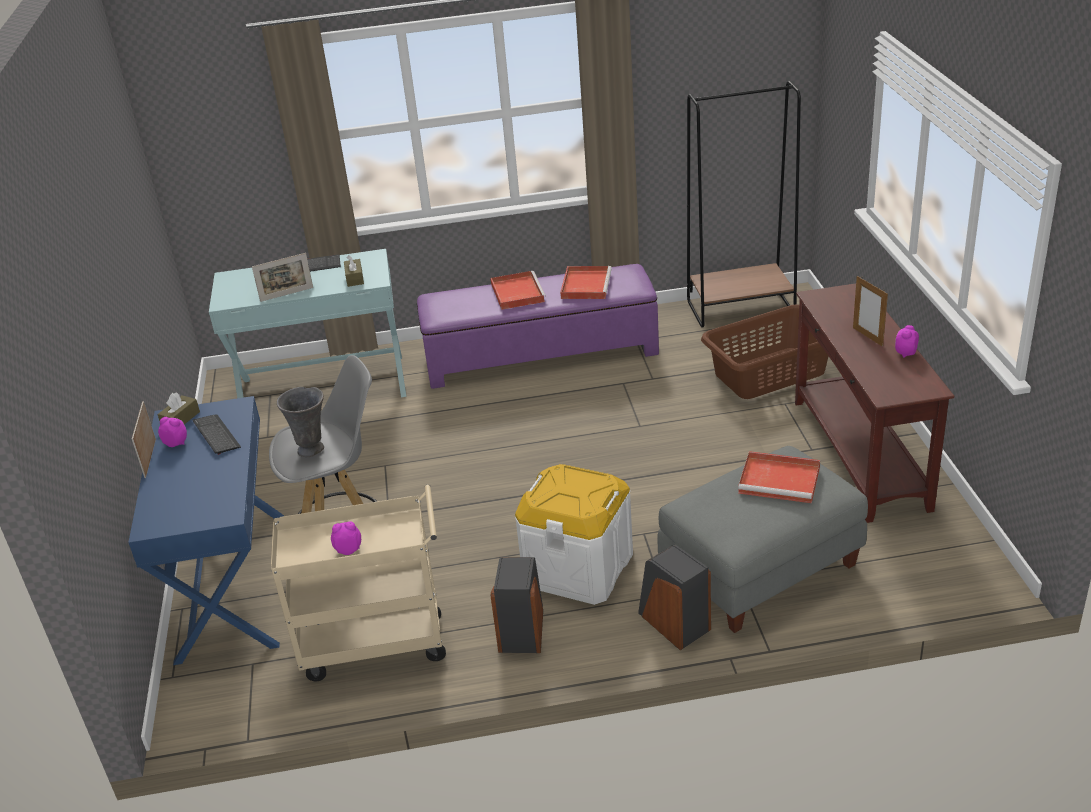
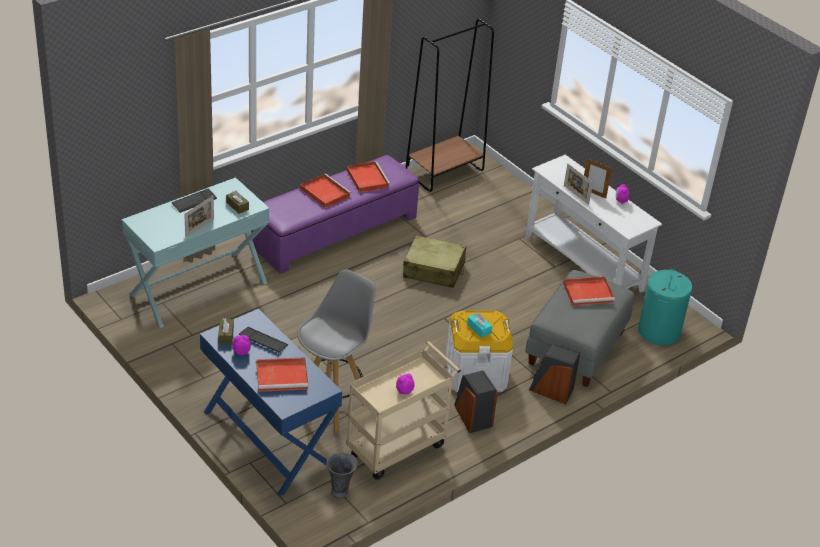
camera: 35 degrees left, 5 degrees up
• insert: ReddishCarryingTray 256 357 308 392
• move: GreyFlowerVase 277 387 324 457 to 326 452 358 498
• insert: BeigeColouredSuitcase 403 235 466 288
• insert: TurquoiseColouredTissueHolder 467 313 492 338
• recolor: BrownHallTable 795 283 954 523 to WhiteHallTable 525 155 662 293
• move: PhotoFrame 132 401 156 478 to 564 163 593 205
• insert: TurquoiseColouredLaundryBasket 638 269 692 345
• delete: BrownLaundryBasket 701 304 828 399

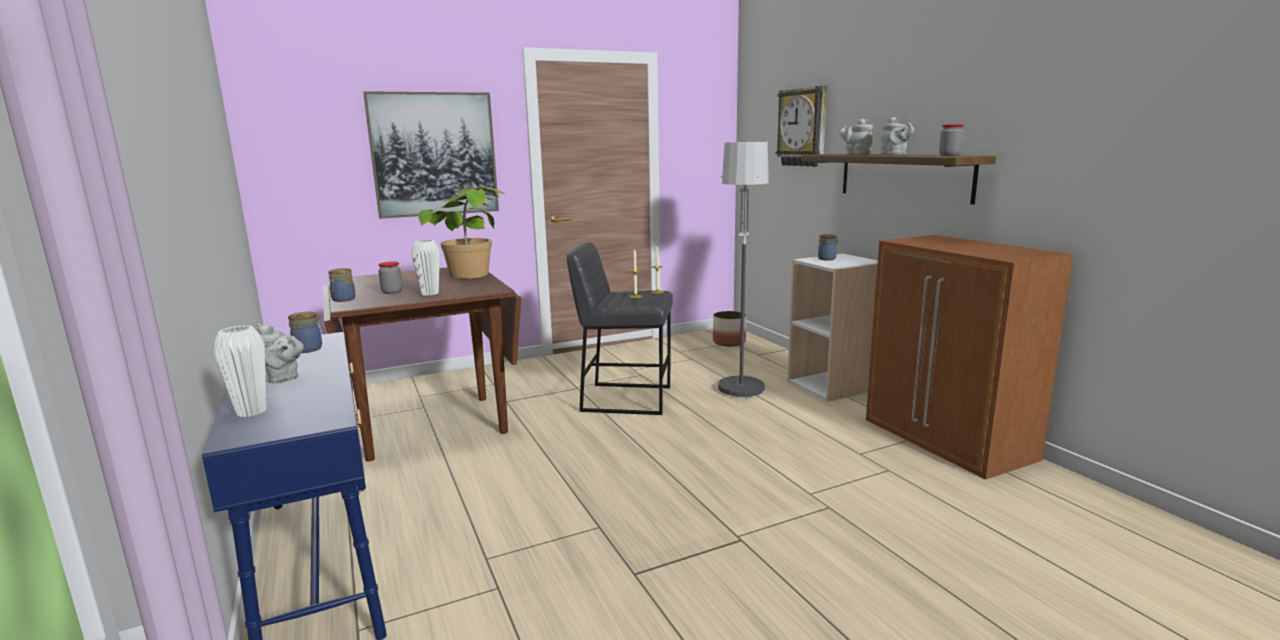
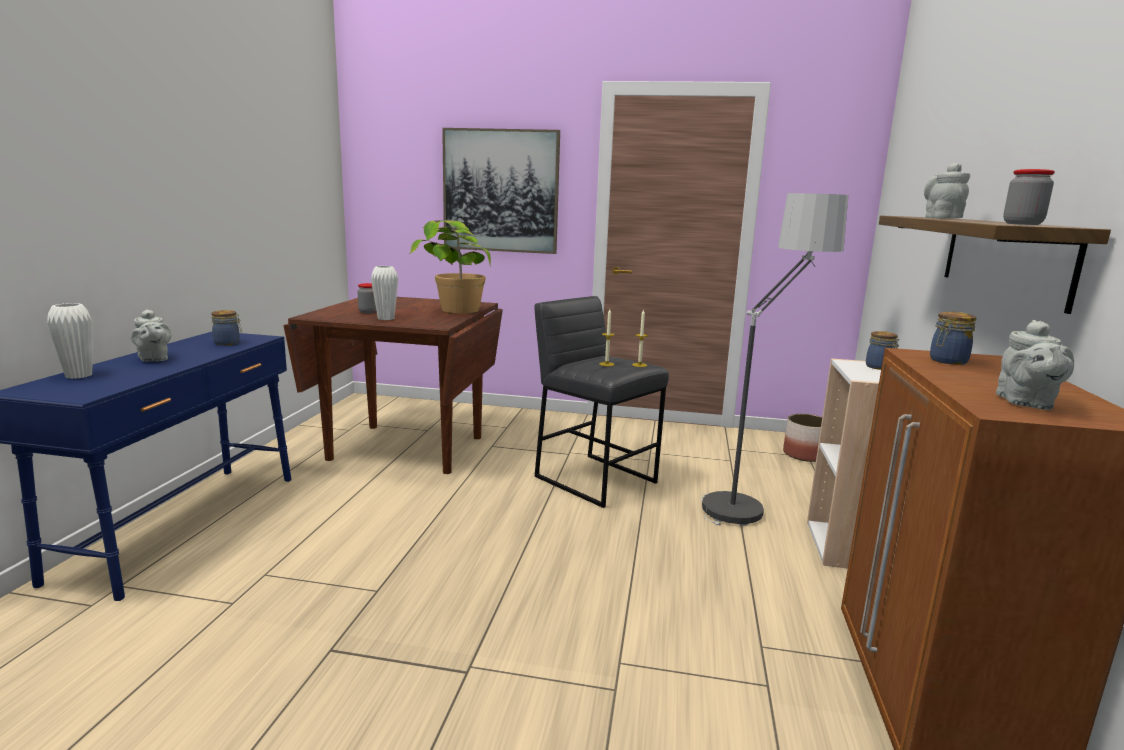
camera: 35 degrees right, 0 degrees up
• move: StorageJar 328 268 356 302 to 930 312 977 365
• move: GreyTeapot 880 117 914 155 to 996 320 1074 410
• delete: ClockOnTheWall 776 86 827 167

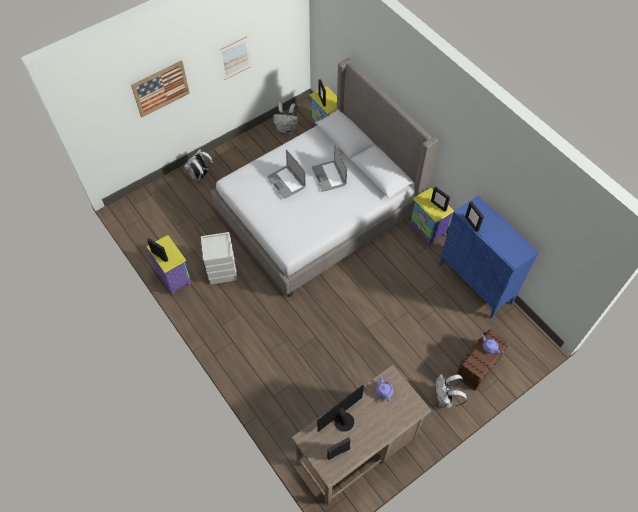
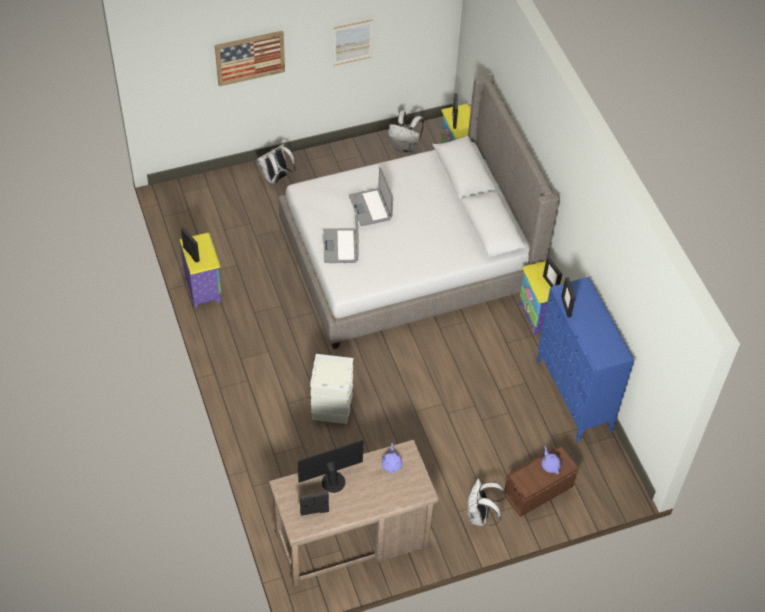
camera: 15 degrees right, 5 degrees down
• move: GreyStorageBox 201 232 237 284 to 310 354 353 424
• move: Laptop 312 145 347 192 to 323 208 359 263

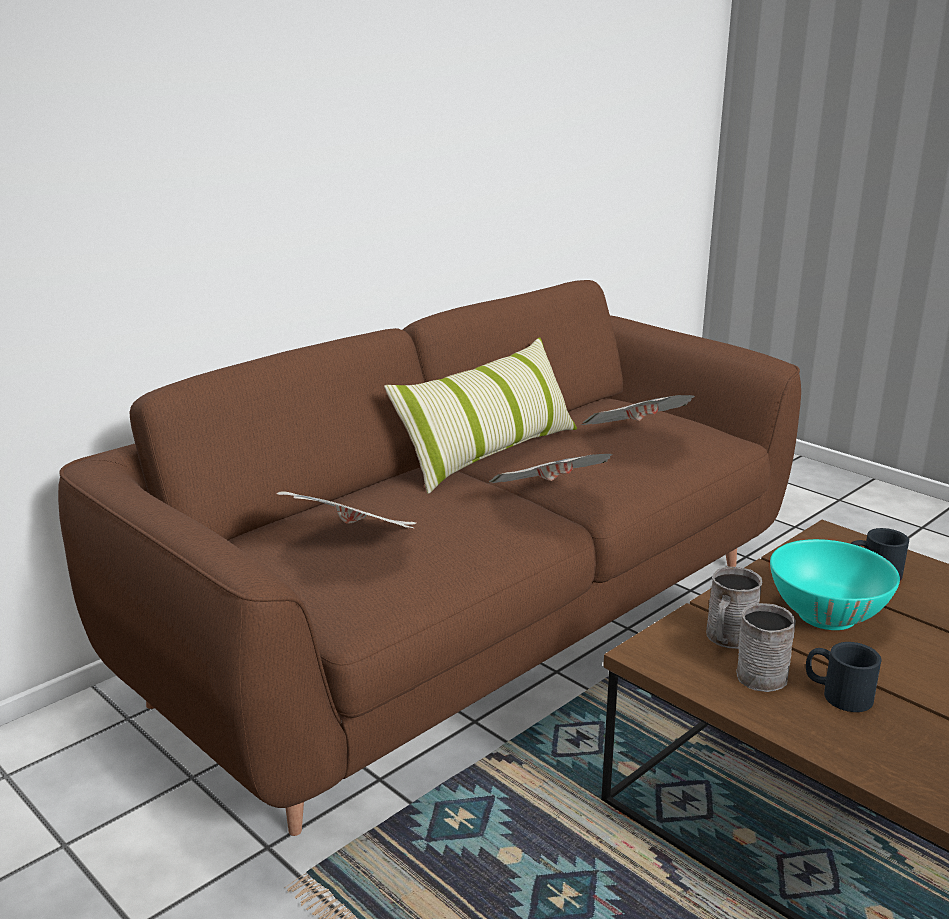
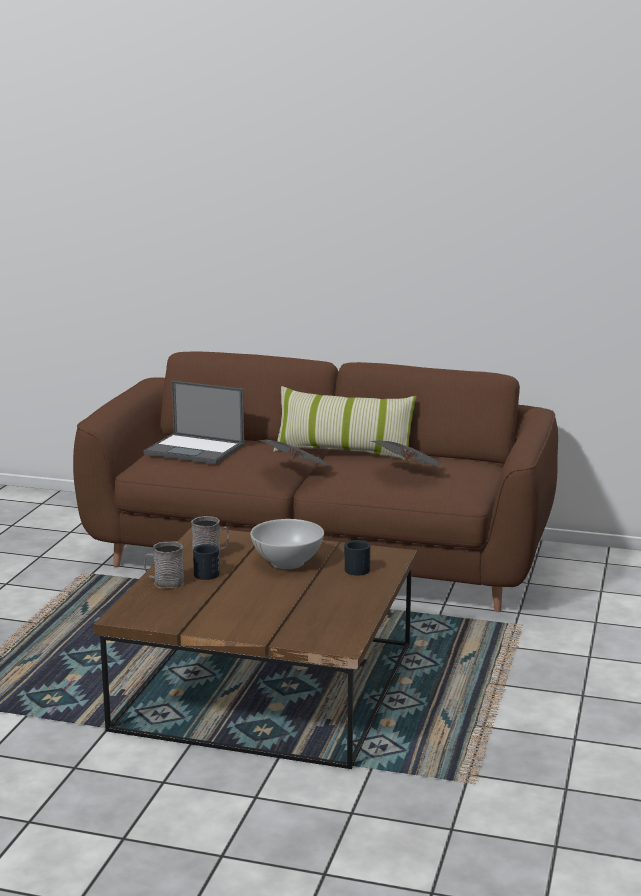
camera: 60 degrees right, 5 degrees down
• replace: PrintedPaper 277 491 416 528 to Laptop 144 381 244 464
• move: GreyCoffeeMug 706 567 762 649 to 144 541 184 589
• recolor: TurquoiseColouredServingBowl 770 539 900 630 to WhiteServingBowl 250 519 324 569

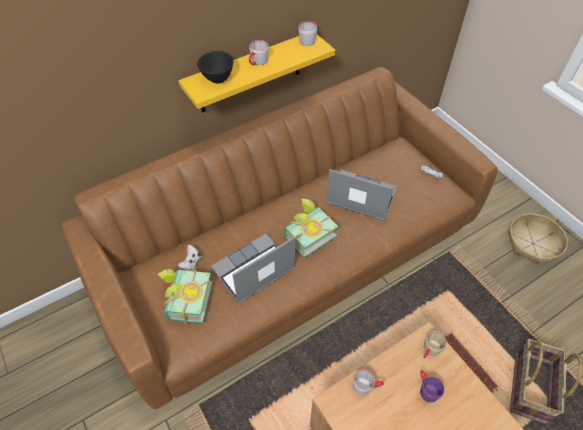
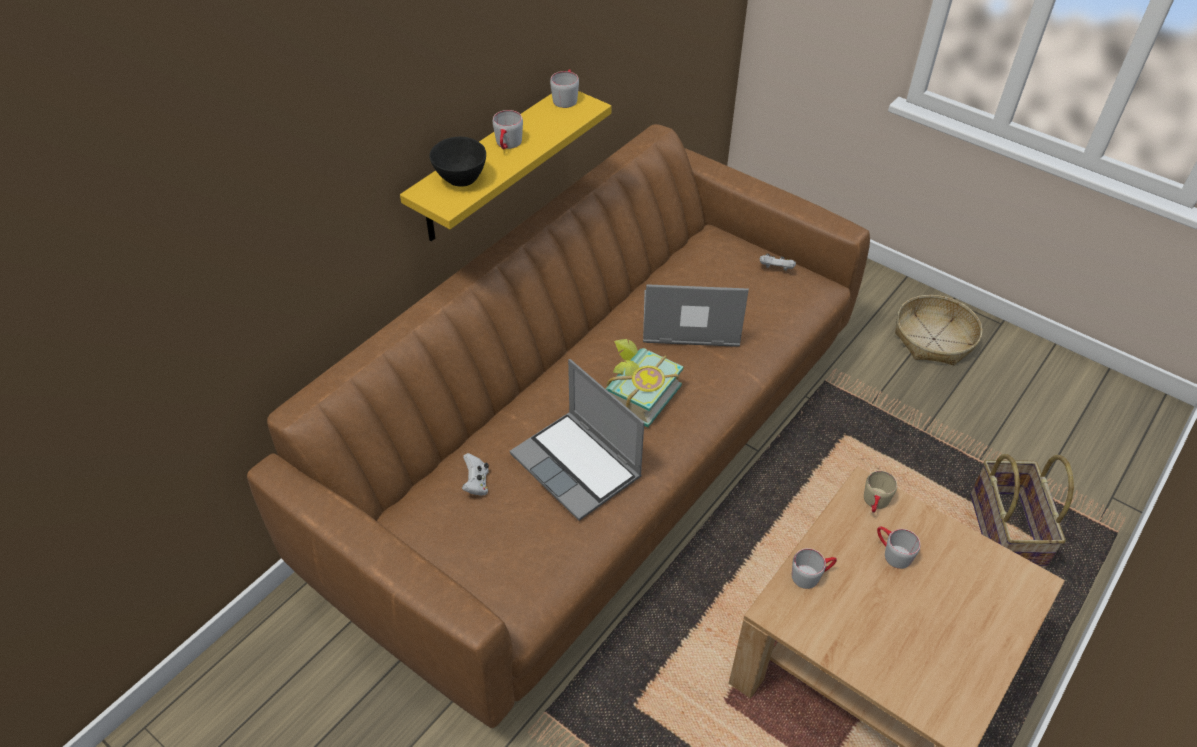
camera: 20 degrees left, 5 degrees down
• rotate: Laptop 211 234 295 304 = 510 359 644 521 75 degrees counterclockwise
• recolor: PurpleColouredCoffeeMug 420 370 444 403 to GreyCoffeeMug 877 526 920 569
• delete: BoundBook 158 269 213 324

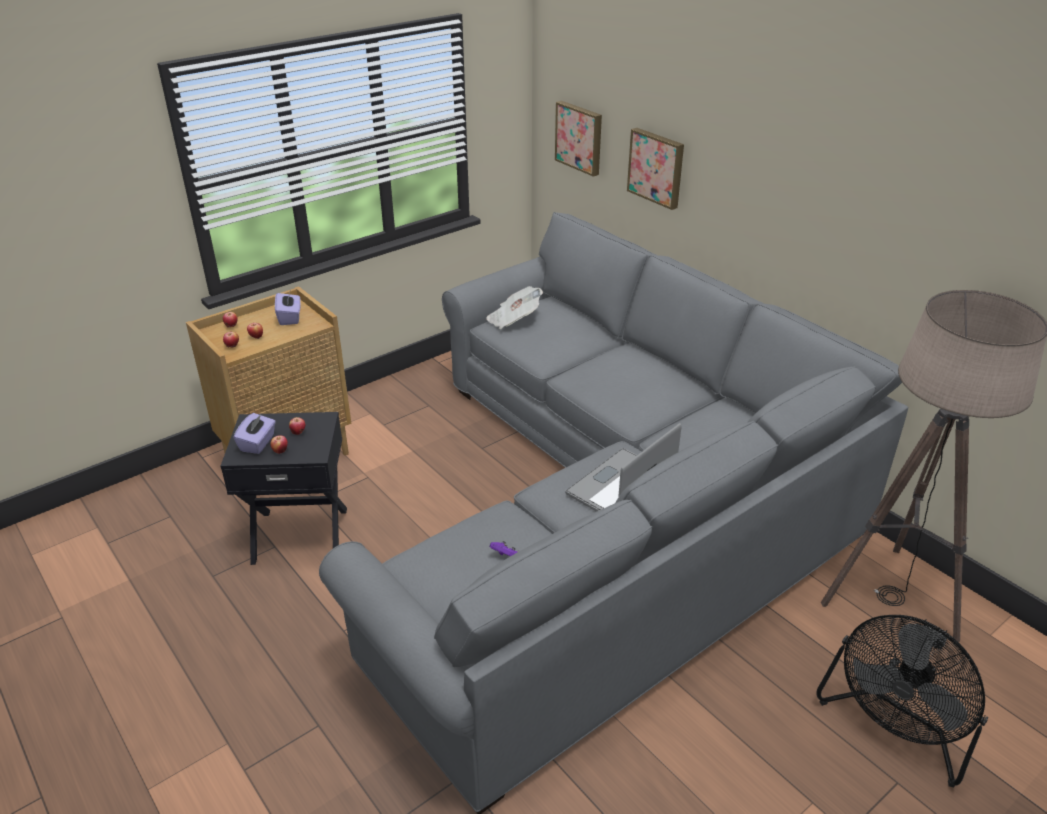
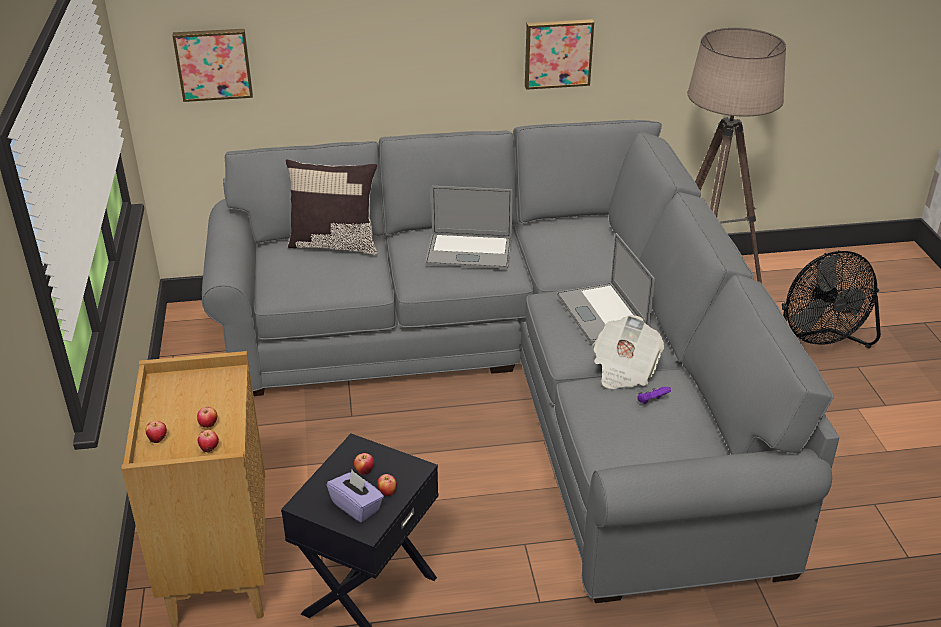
camera: 60 degrees left, 0 degrees up
• insert: ThrowPillow 286 159 377 255
• insert: Laptop 426 186 513 269
• move: Picture 627 128 684 210 to 525 19 594 90
• move: PrintedPaper 486 286 543 329 to 593 315 664 389
• delete: PurpleColouredTissueHolder 275 289 301 325

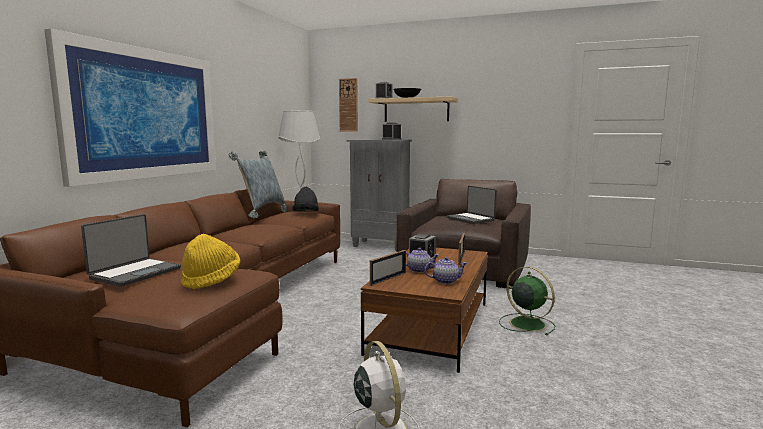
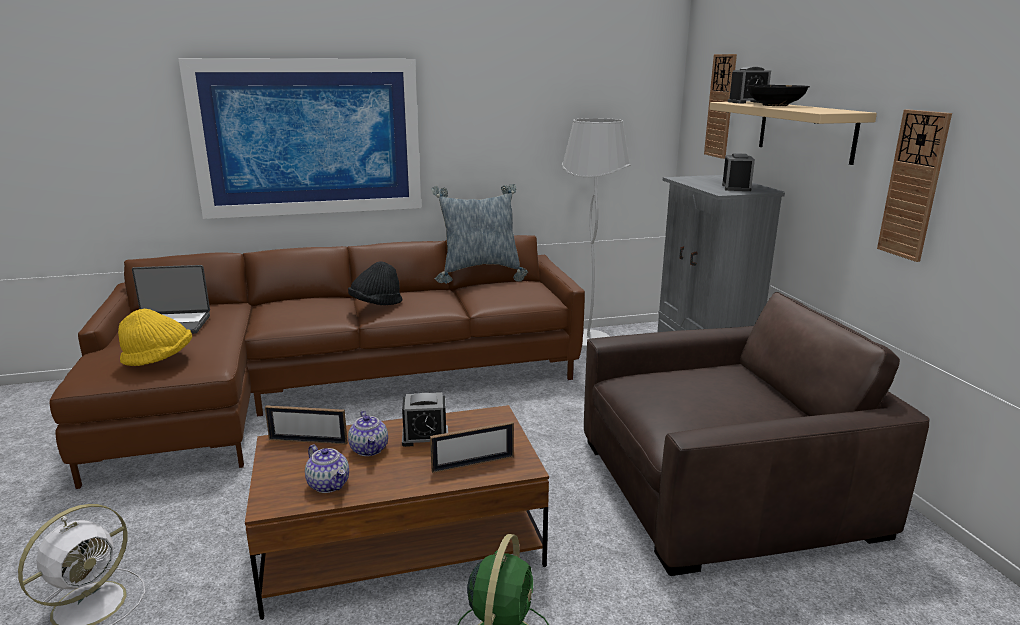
camera: 55 degrees right, 10 degrees up
• move: BlackColouredHat 293 187 319 211 to 348 261 402 305
• insert: ClockOnTheWall 877 109 952 262
• delete: Laptop 446 186 497 224

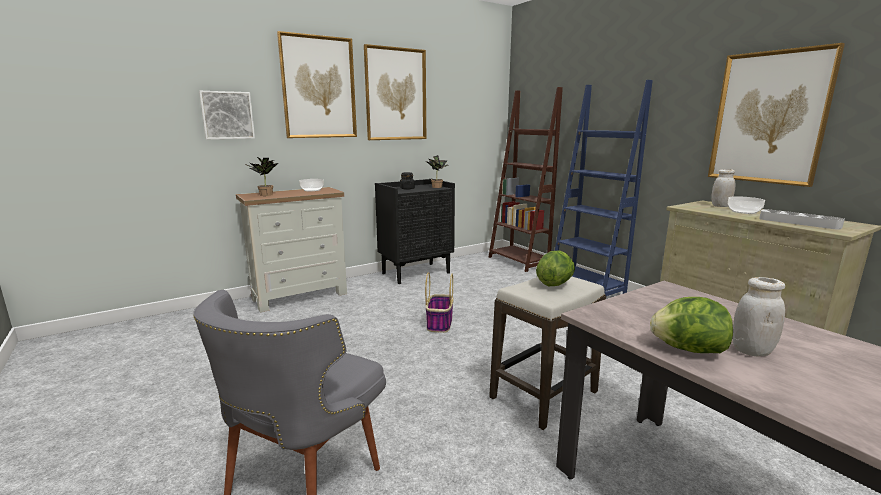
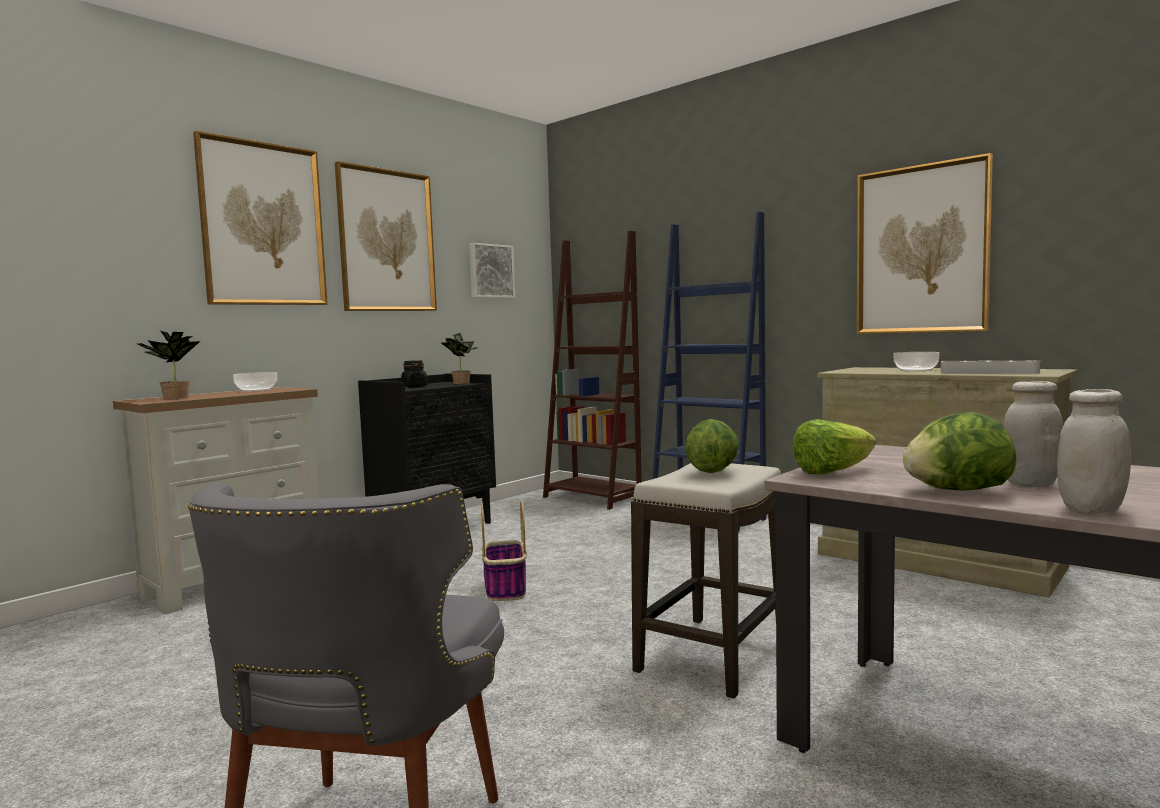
camera: 15 degrees left, 10 degrees down
• move: Picture 199 91 255 139 to 469 243 515 298
• insert: LettuceHead 793 419 876 474
• move: WhiteStorageJar 711 169 735 207 to 1057 389 1131 513

